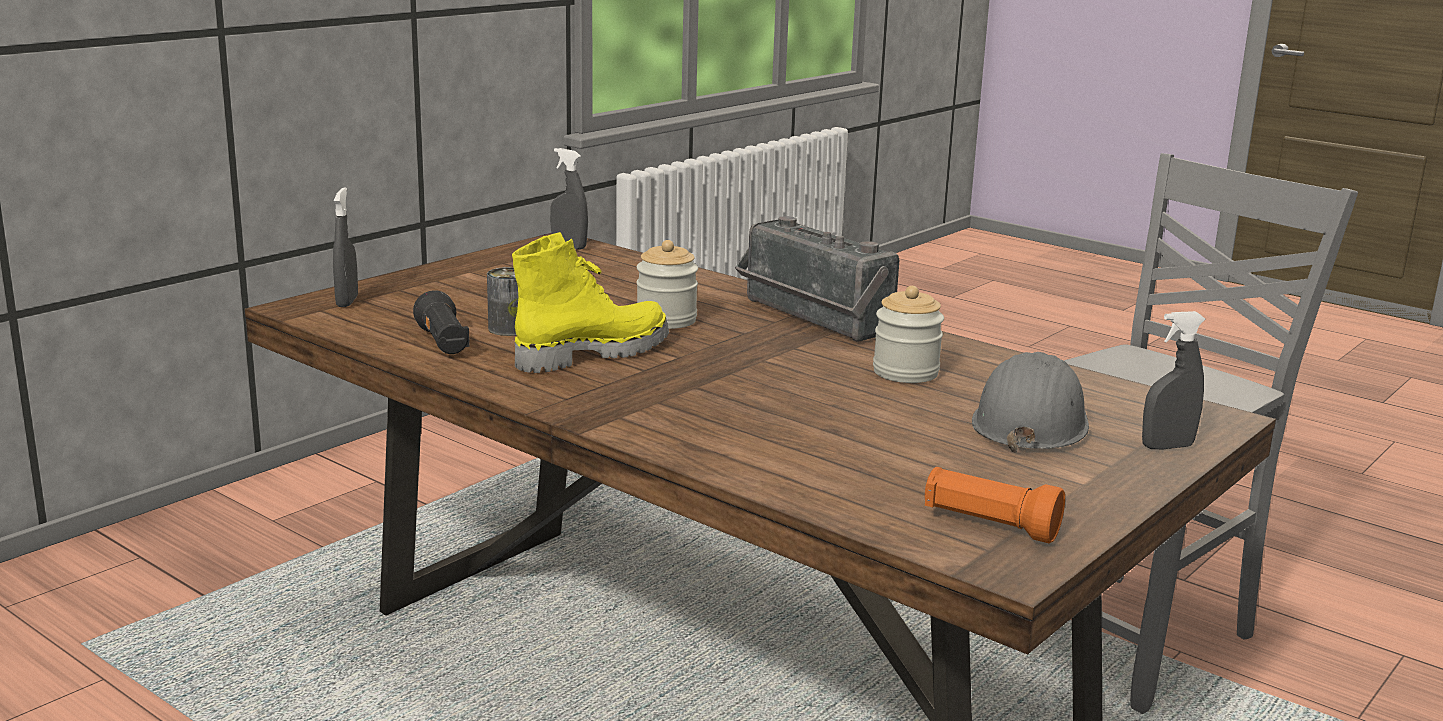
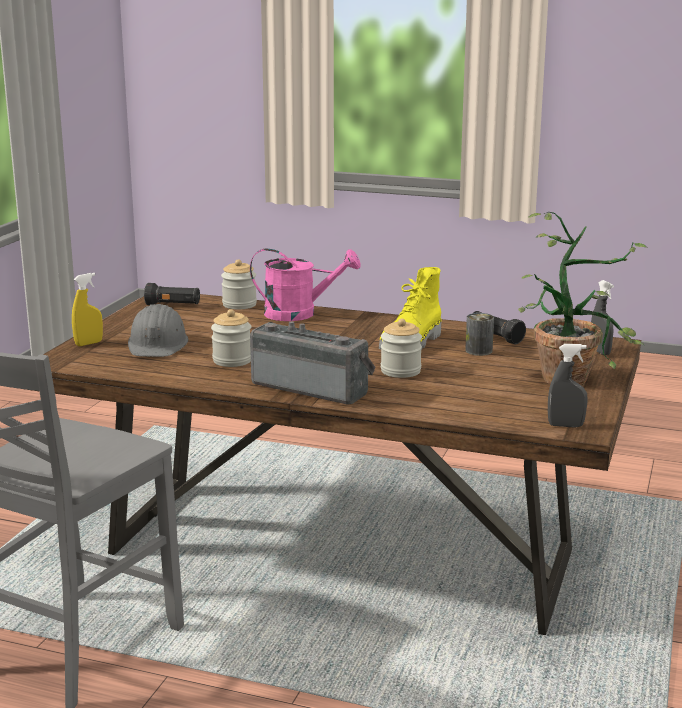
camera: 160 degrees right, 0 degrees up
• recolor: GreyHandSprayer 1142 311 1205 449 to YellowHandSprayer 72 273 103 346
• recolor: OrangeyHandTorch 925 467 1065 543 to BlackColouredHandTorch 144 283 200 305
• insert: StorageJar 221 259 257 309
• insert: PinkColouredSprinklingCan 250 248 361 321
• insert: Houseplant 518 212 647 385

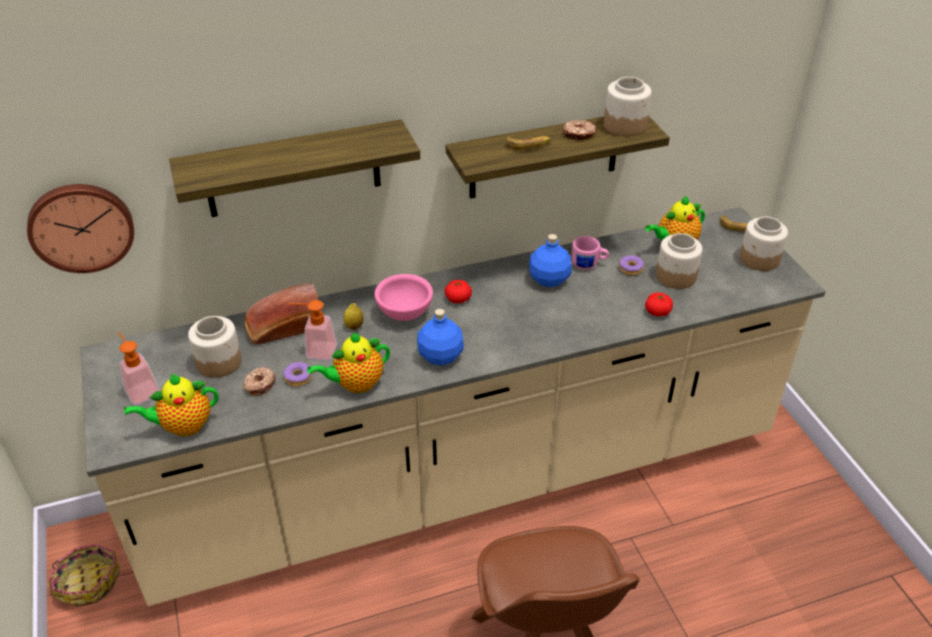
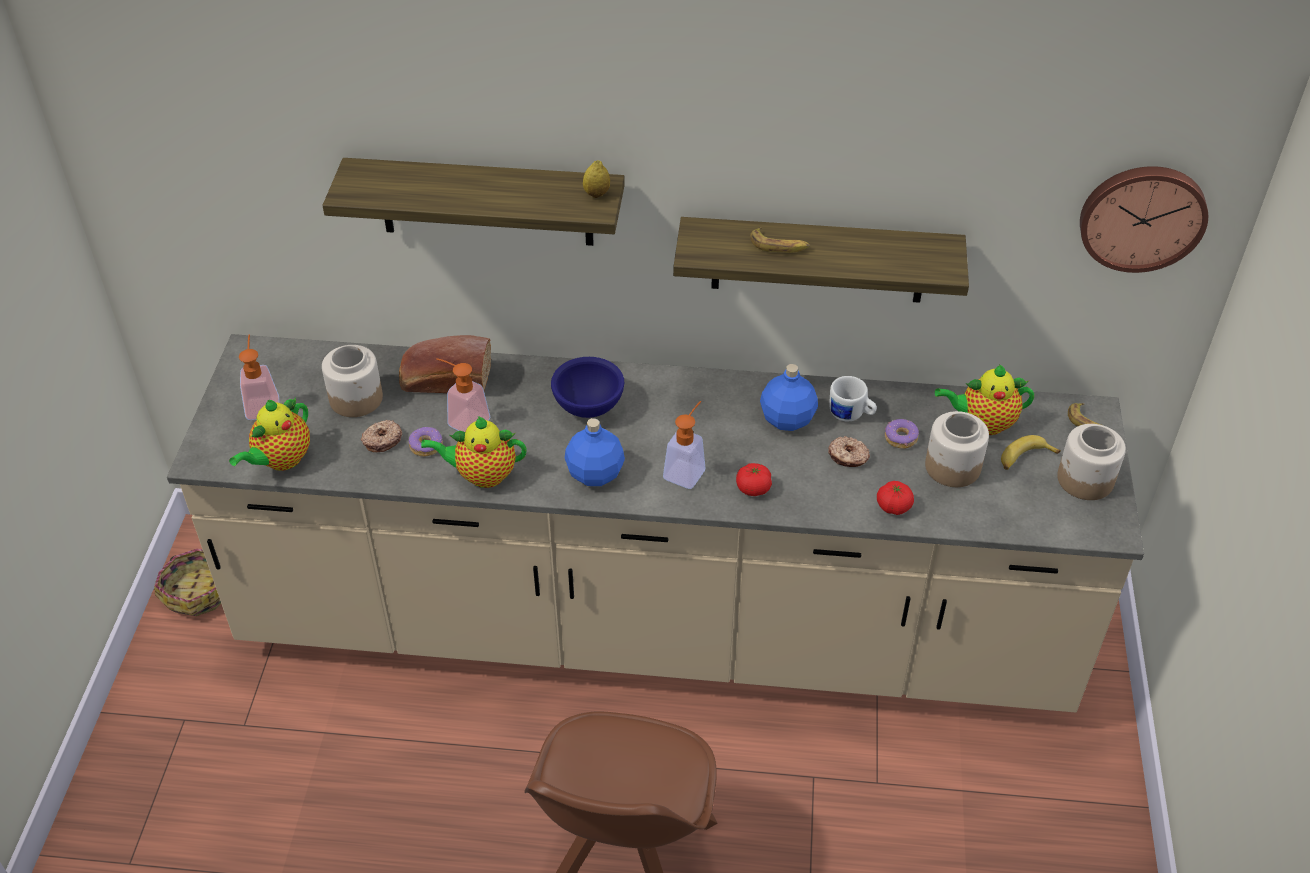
camera: 25 degrees right, 5 degrees up
• rotate: Teapot 124 374 219 436 = 229 398 310 471 60 degrees counterclockwise
• recolor: PinkColouredServingBowl 374 274 433 321 to BlueServingBowl 551 357 624 418
• move: CitrusFruit 344 303 364 330 to 583 160 610 198
• insert: LiquidSoapBottle 663 401 705 489
• move: WholeTomato 445 280 472 303 to 736 463 772 496
• move: RingDoughnut 563 120 596 140 to 828 436 870 467
• recolor: PinkColouredCoffeeMug 572 236 609 270 to WhiteCoffeeMug 829 376 877 421
• insert: Banana 1001 435 1061 470
• move: ClockOnTheWall 27 184 134 273 to 1080 166 1208 273
• delete: StorageJar 604 77 651 136

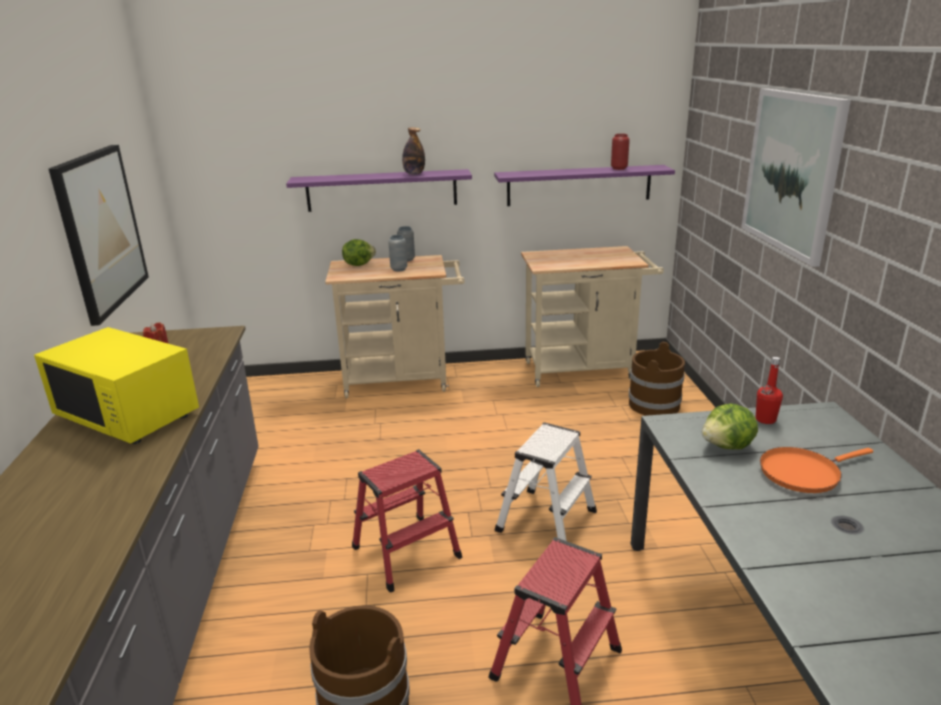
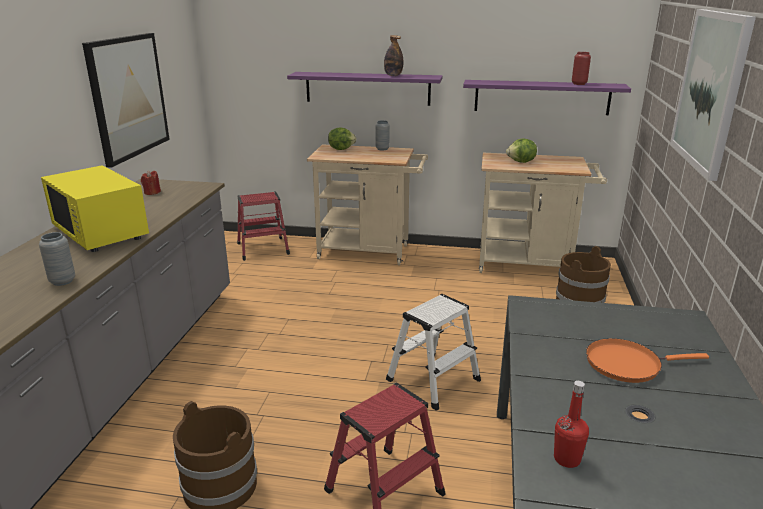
camera: 15 degrees right, 0 degrees up
• move: GreyFlowerVase 388 235 407 271 to 39 232 75 286
• move: ReddishStepLadder 352 449 462 593 to 237 191 290 261
• move: LettuceHead 702 403 758 449 to 506 139 537 163
• move: ReddishBottle 756 357 783 424 to 554 381 589 468

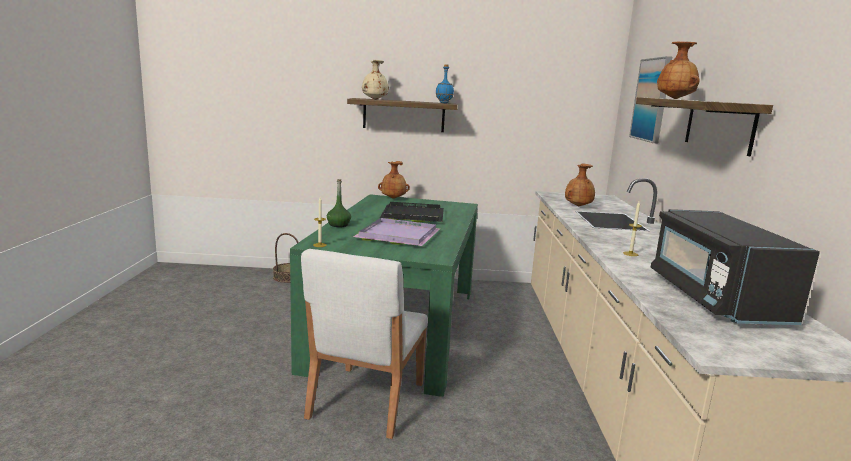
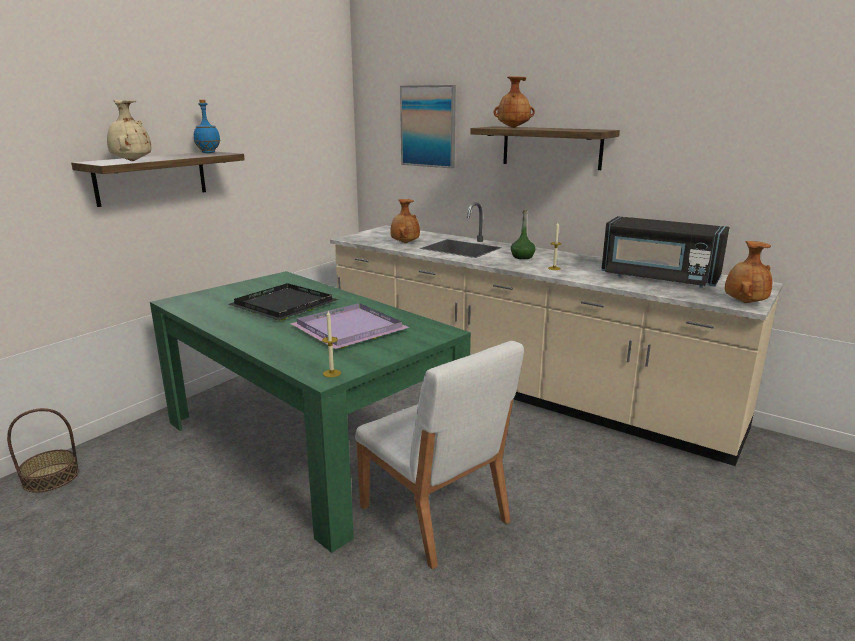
camera: 55 degrees left, 5 degrees up
• move: GreenishBottle 327 179 351 227 to 511 210 536 259
• move: BrownFlowerVase 378 161 410 199 to 725 241 772 303

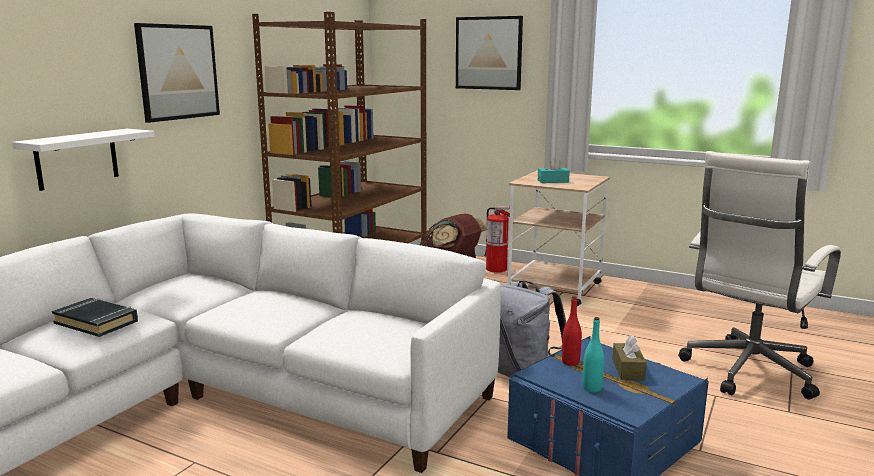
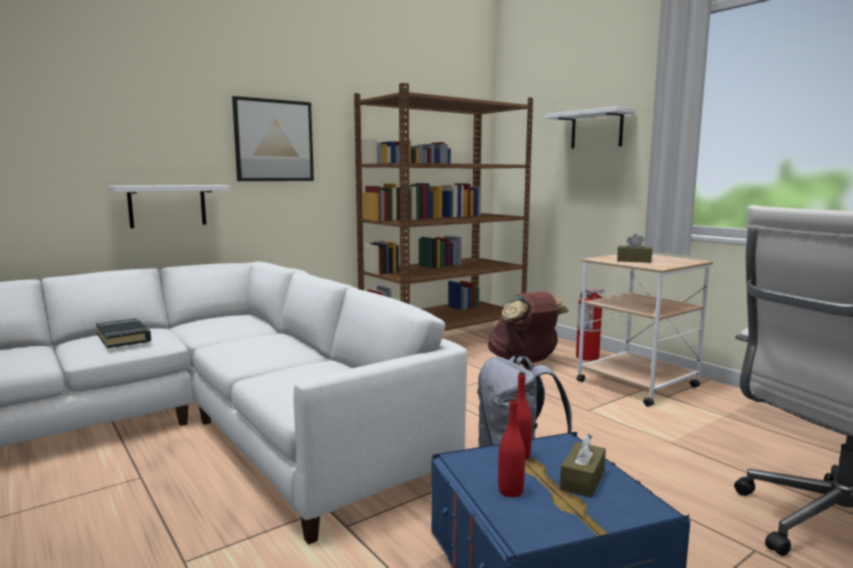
camera: 25 degrees right, 5 degrees down
• recolor: TurquoiseColouredBottle 583 317 604 393 to ReddishBottle 498 397 525 497
• replace: Picture 456 16 523 90 to WhiteWallShelf 545 106 636 149
• recolor: TurquoiseColouredTissueHolder 538 157 570 183 to BrownTissueHolder 617 234 652 263

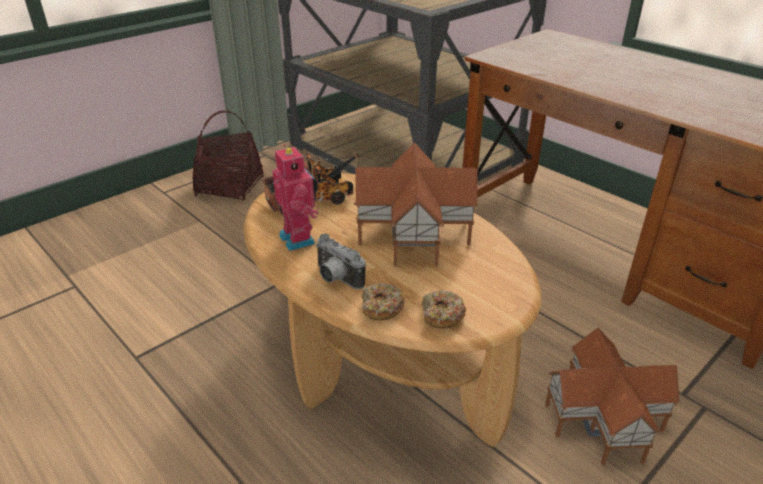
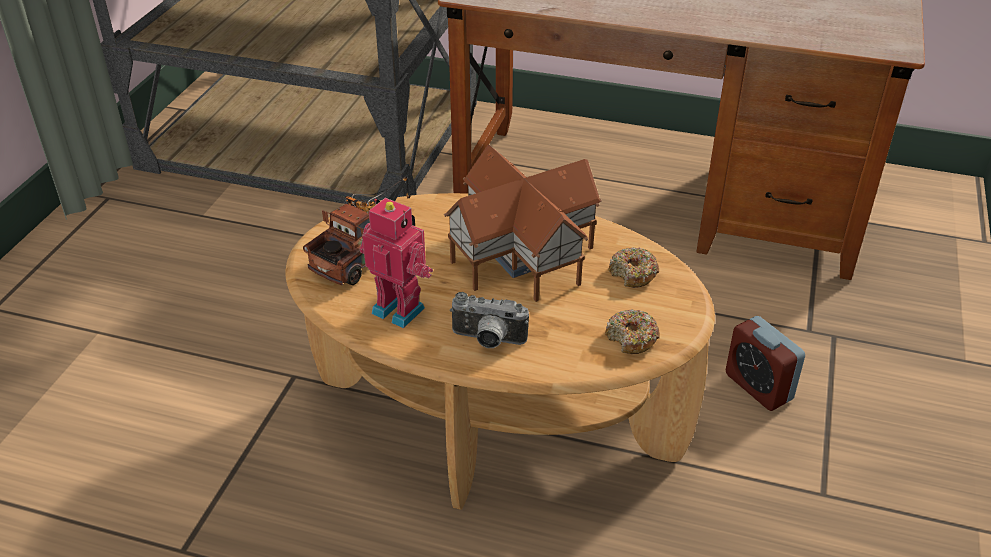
camera: 30 degrees left, 5 degrees up
• move: RingDoughnut 362 283 405 320 to 608 247 659 288
• replace: ModelHouse 545 328 681 465 to TableClock 726 316 805 411
• delete: HouseholdBasket 193 110 264 201

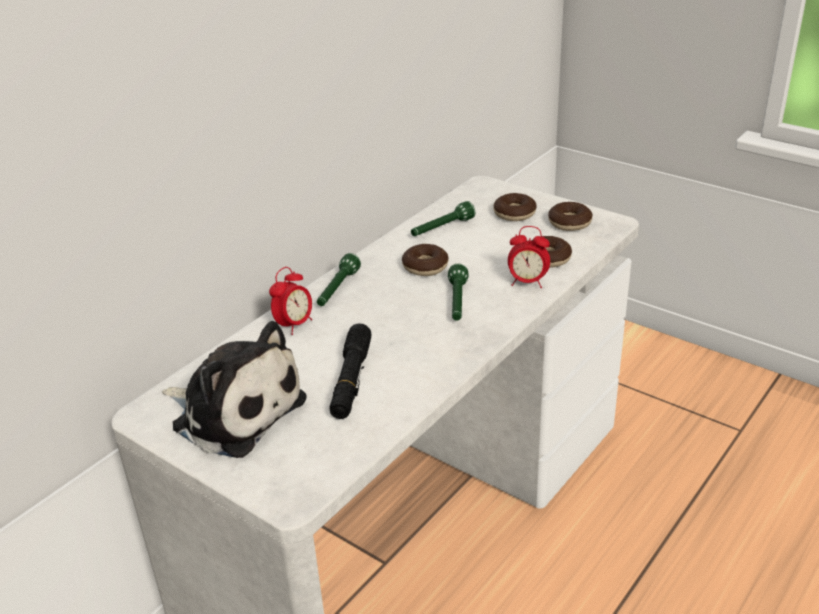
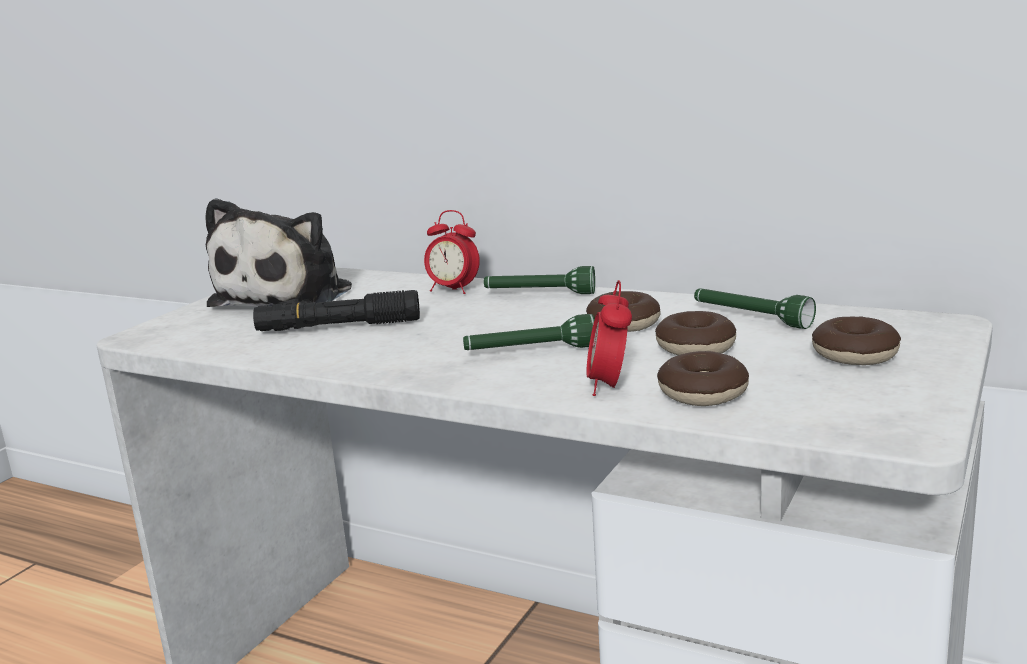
camera: 80 degrees right, 15 degrees down
• move: RingDoughnut 548 202 593 231 to 655 311 736 355

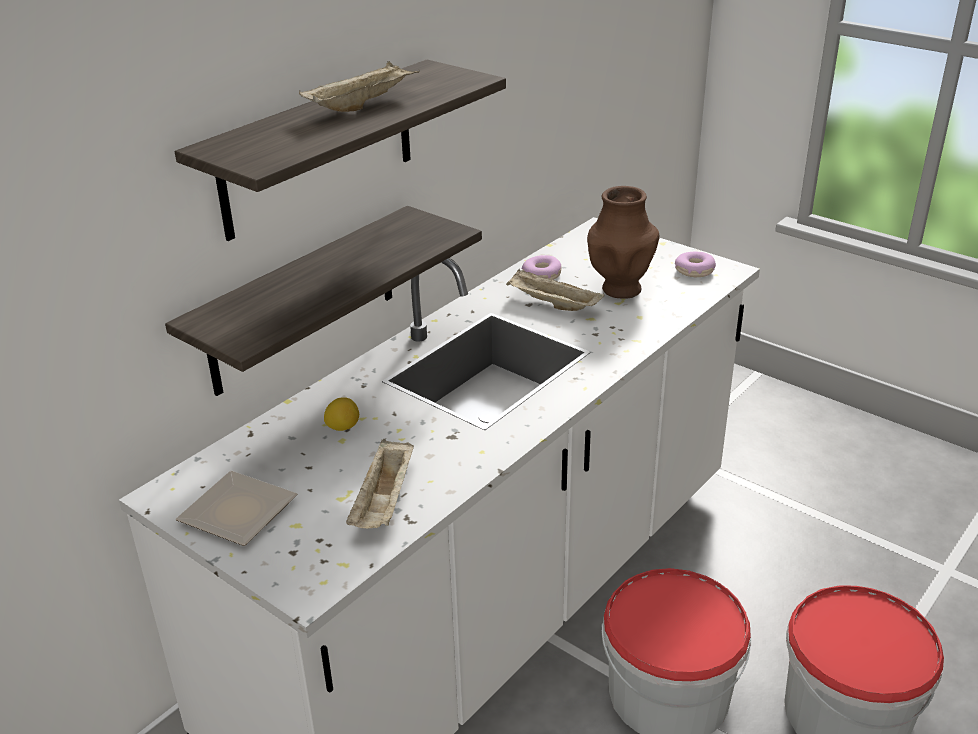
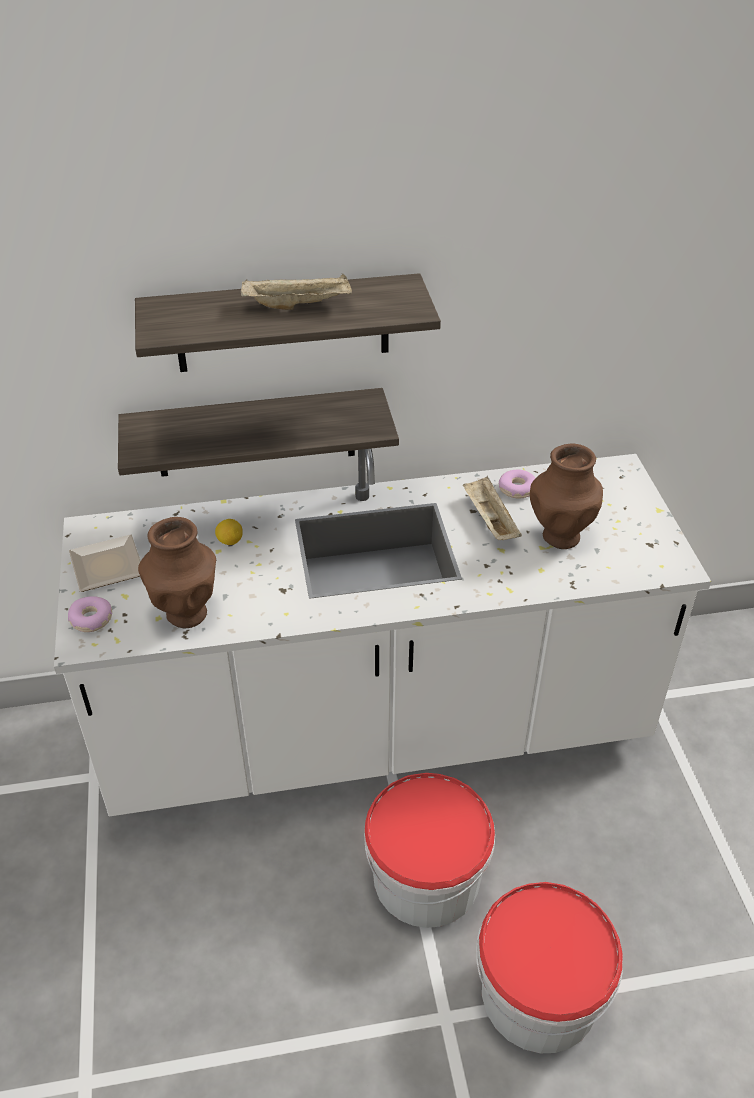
camera: 40 degrees right, 10 degrees up
• move: RingDoughnut 675 252 716 277 to 68 596 112 632
• replace: BeigeColouredCarryingTray 346 439 414 528 to BrownFlowerVase 138 517 216 629

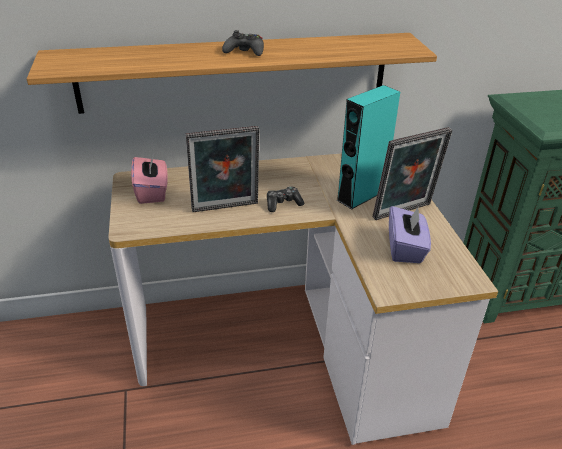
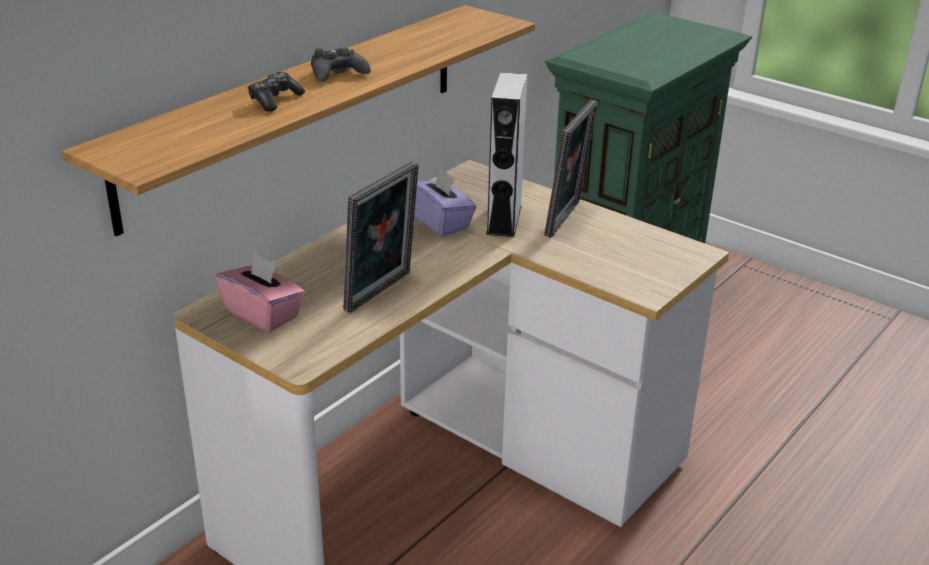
camera: 40 degrees left, 5 degrees down
• move: Gamepad 267 187 304 212 to 247 72 305 111
• move: PurpleColouredTissueHolder 389 206 431 263 to 414 168 477 237
• recolor: TurquoiseColouredLoudspeaker 337 85 400 209 to GreyLoudspeaker 486 72 527 237

